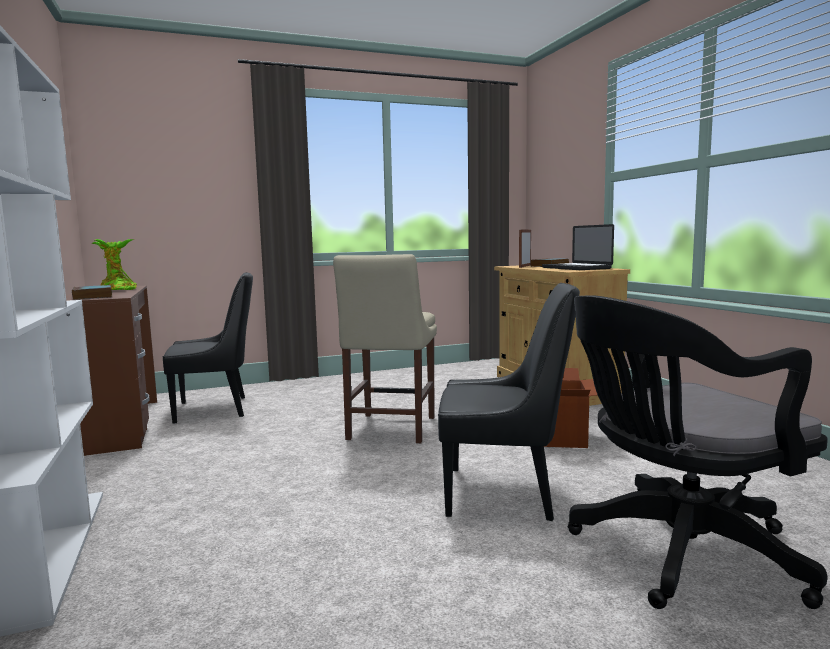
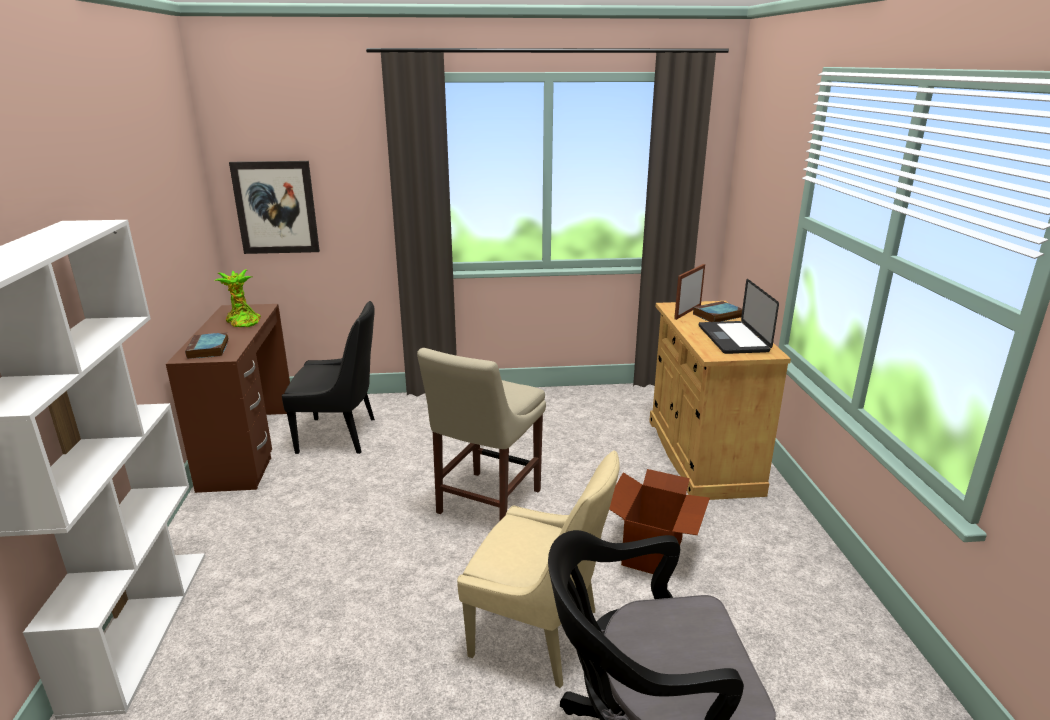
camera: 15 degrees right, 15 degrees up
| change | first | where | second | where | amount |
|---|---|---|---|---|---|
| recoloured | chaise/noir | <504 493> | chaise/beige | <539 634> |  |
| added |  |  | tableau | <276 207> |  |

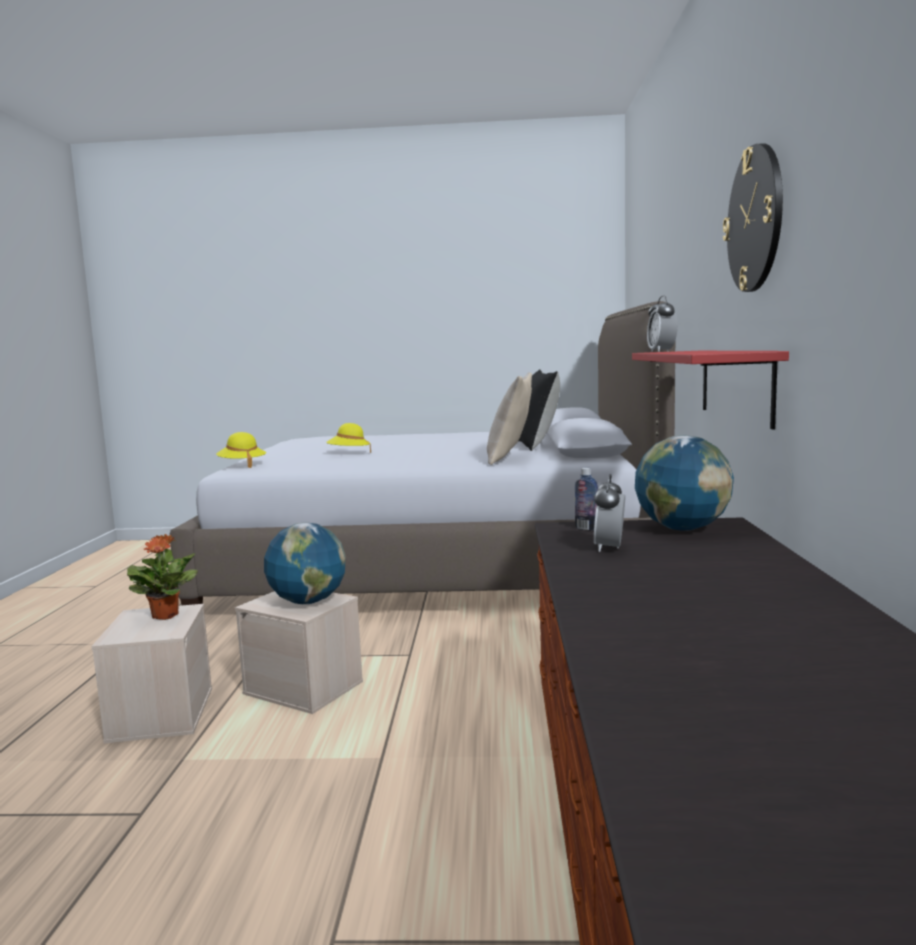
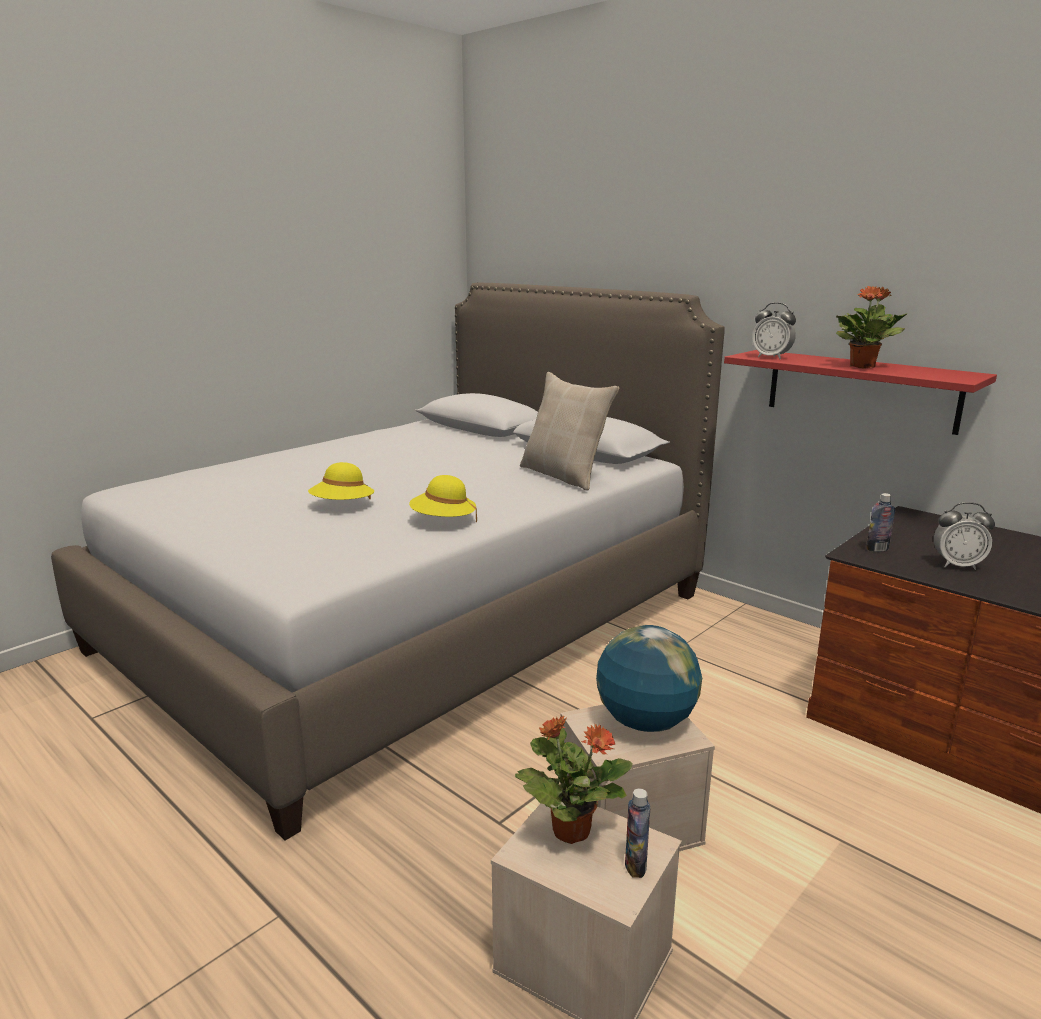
camera: 50 degrees left, 10 degrees up
| change | first | where | second | where | amount |
|---|---|---|---|---|---|
| moved | chapeau/jaune | <242 465> |  | <443 521> |  |
| removed | coussin/noir | <536 445> |  |  |  |
| turned | réveil | <609 548> |  | <957 565> | 45 degrees counterclockwise |
| removed | globe | <682 528> |  |  |  |
| removed | horloge murale | <755 219> |  |  |  |
| added |  |  | bouteille | <635 865> |  |
| added |  |  | plante en pot | <863 366> |  |

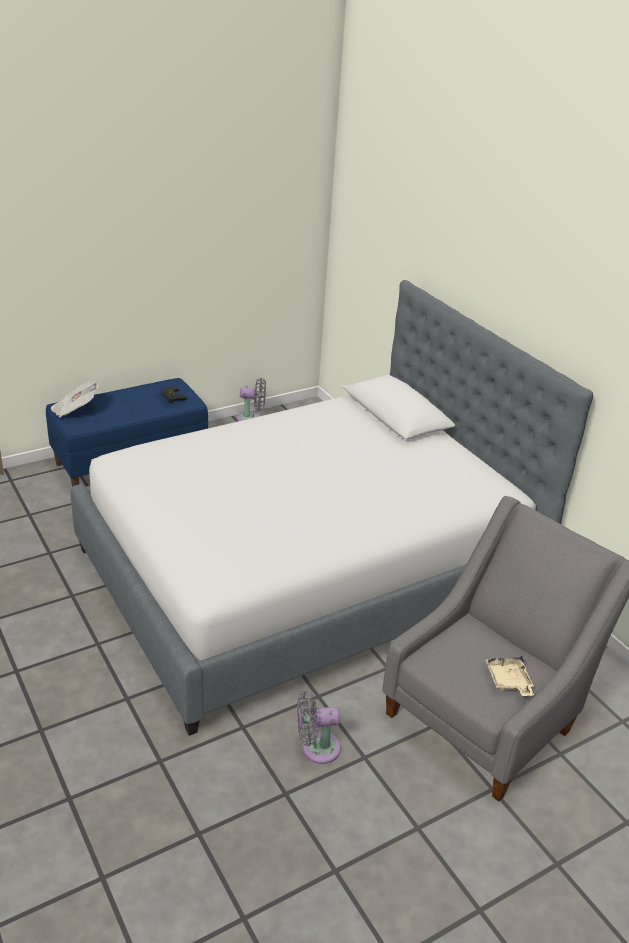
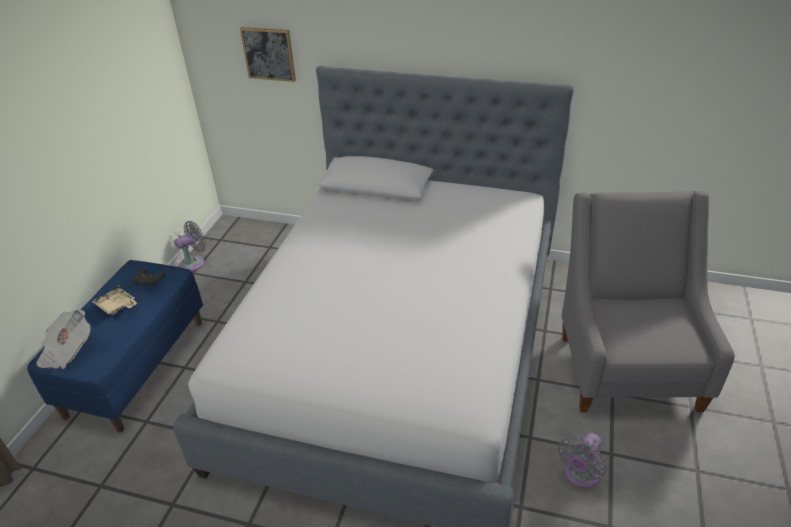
camera: 40 degrees left, 5 degrees up
| change | first | where | second | where | amount |
|---|---|---|---|---|---|
| moved | plateau/beige | <508 681> |  | <117 306> |  |
| added |  |  | tableau | <269 54> |  |

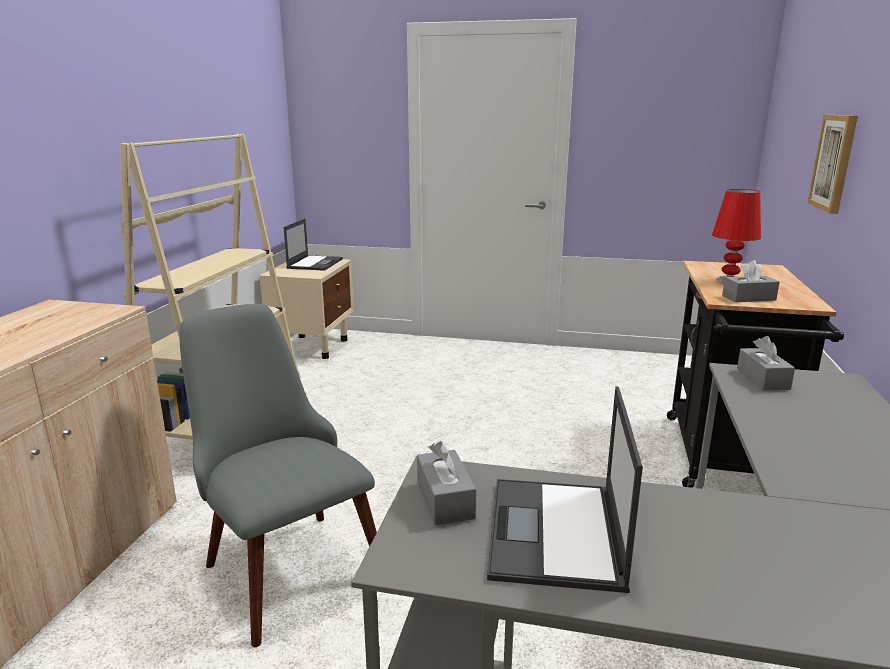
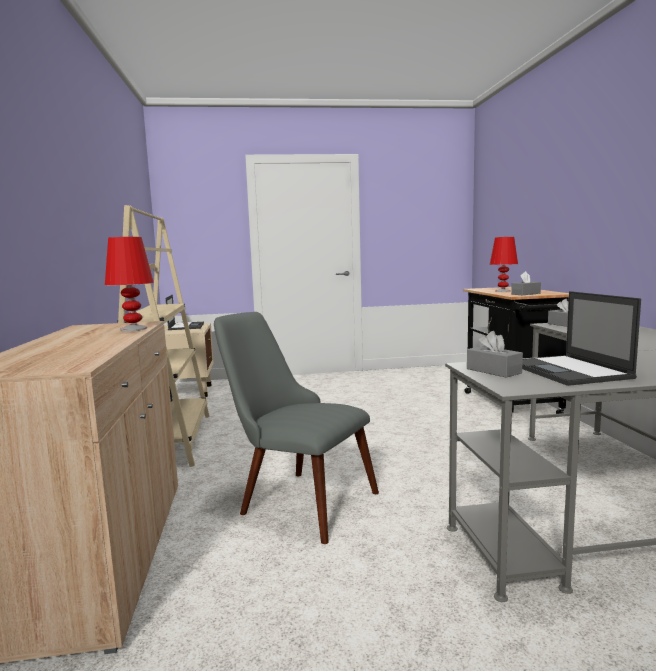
camera: 20 degrees left, 10 degrees down
| change | first | where | second | where | amount |
|---|---|---|---|---|---|
| removed | tableau | <834 162> |  |  |  |
| added |  |  | lampe de table/rouge | <134 329> |  |

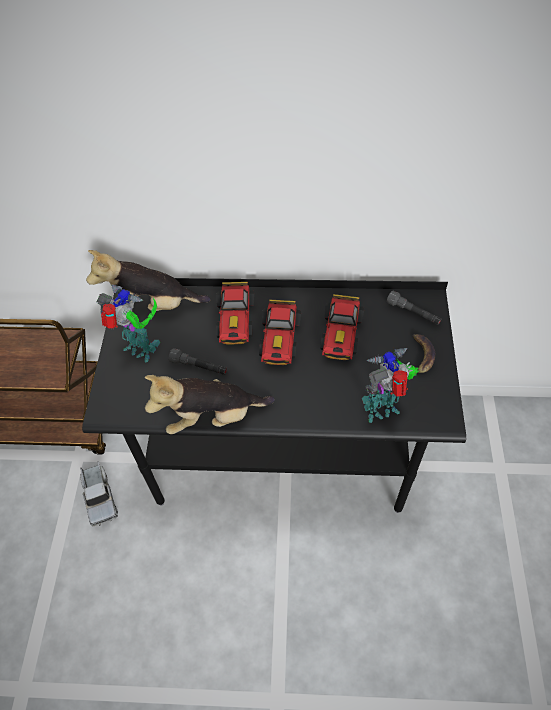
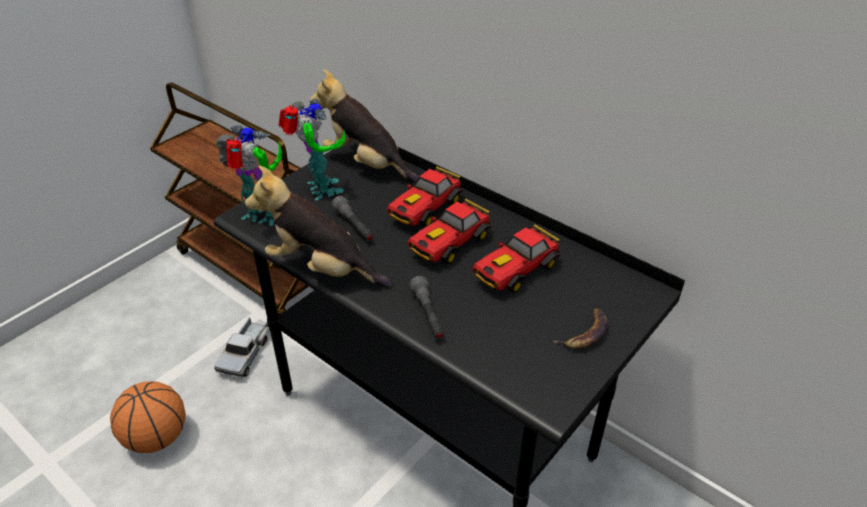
camera: 35 degrees right, 15 degrees down
| change | first | where | second | where | amount |
|---|---|---|---|---|---|
| moved | robot jouet | <382 409> |  | <262 217> |  |
| moved | lampe de poche/gris | <413 313> |  | <428 315> |  |
| added |  |  | ballon de basket | <157 437> |  |

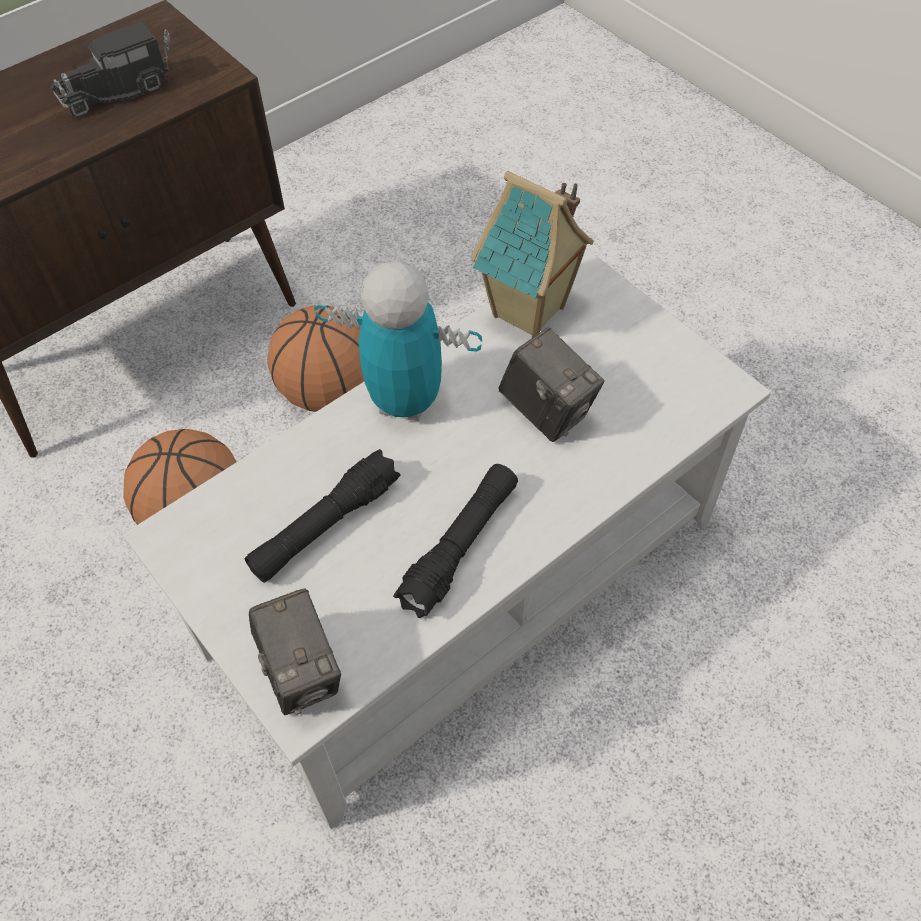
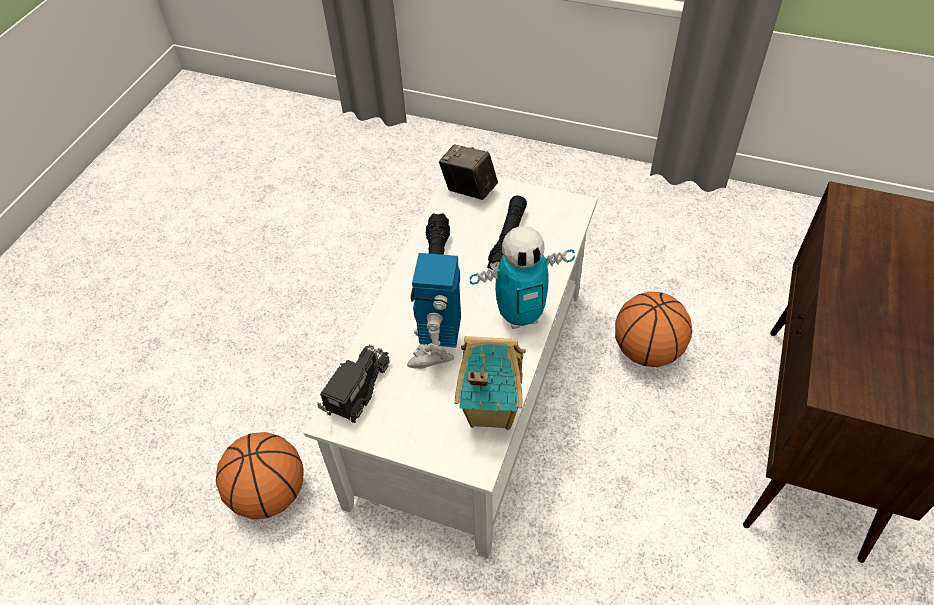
camera: 150 degrees right, 5 degrees down
| change | first | where | second | where | amount |
|---|---|---|---|---|---|
| moved | camion jouet | <120 90> |  | <356 392> |  |
| moved | ballon de basket | <328 392> |  | <269 494> |  |
| replaced | appareil photo | <547 411> | robot jouet | <436 350> |  |

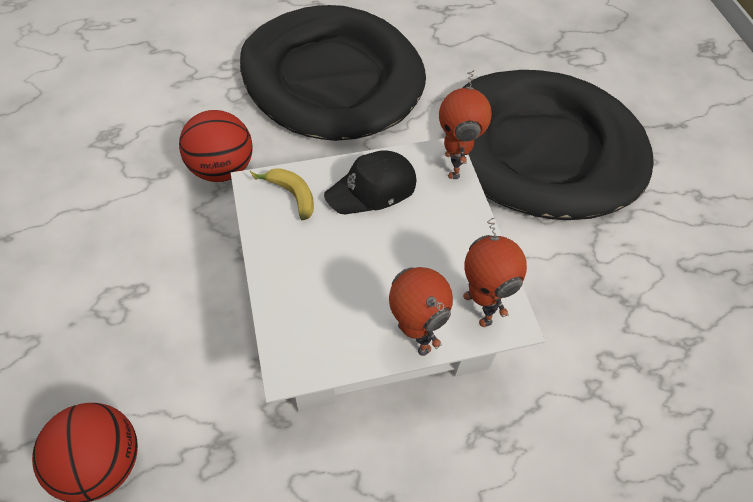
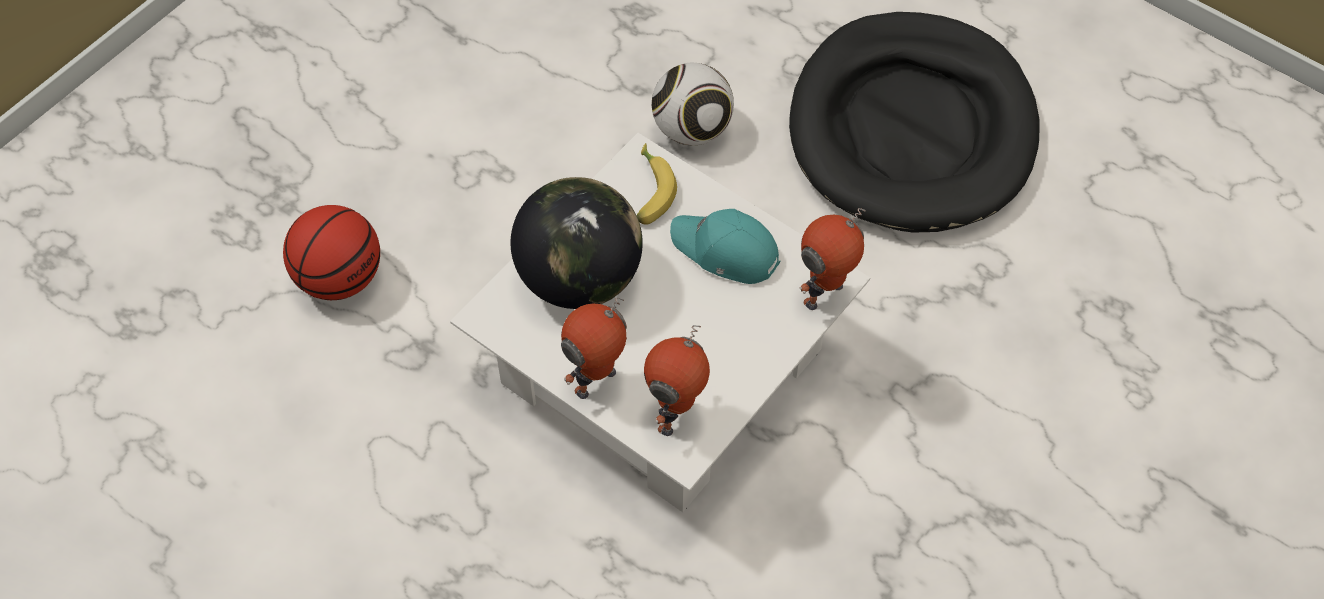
camera: 55 degrees right, 0 degrees up
| change | first | where | second | where | amount |
|---|---|---|---|---|---|
| replaced | ballon de basket | <222 168> | ballon de foot | <692 129> |  |
| recoloured | casquette/noir | <373 190> | casquette/turquoise | <725 251> |  |
| turned | robot jouet | <412 338> |  | <597 383> | 150 degrees counterclockwise |
| removed | panier pour chien/noir | <543 150> |  |  |  |
| added |  |  | globe | <579 278> |  |

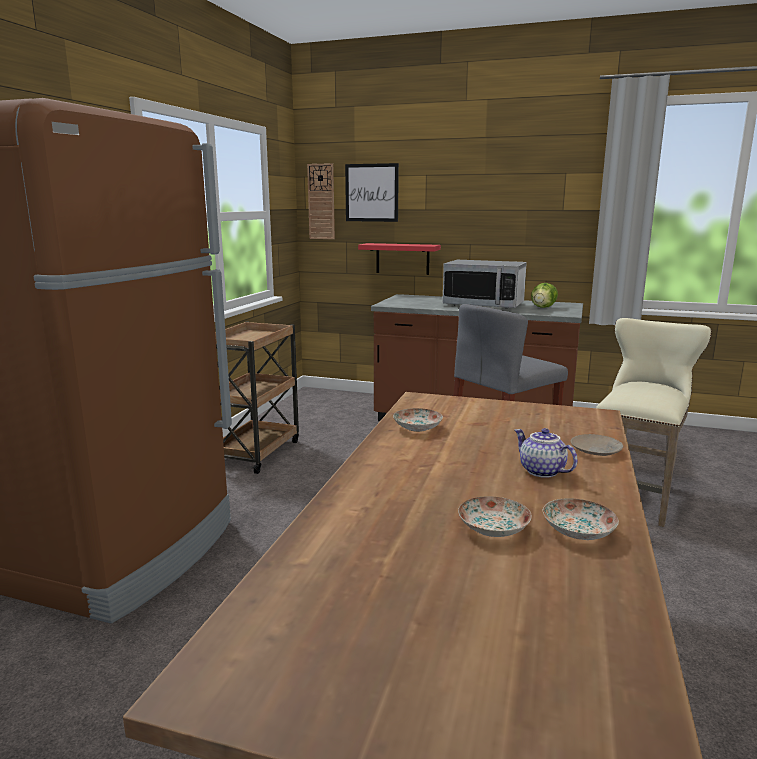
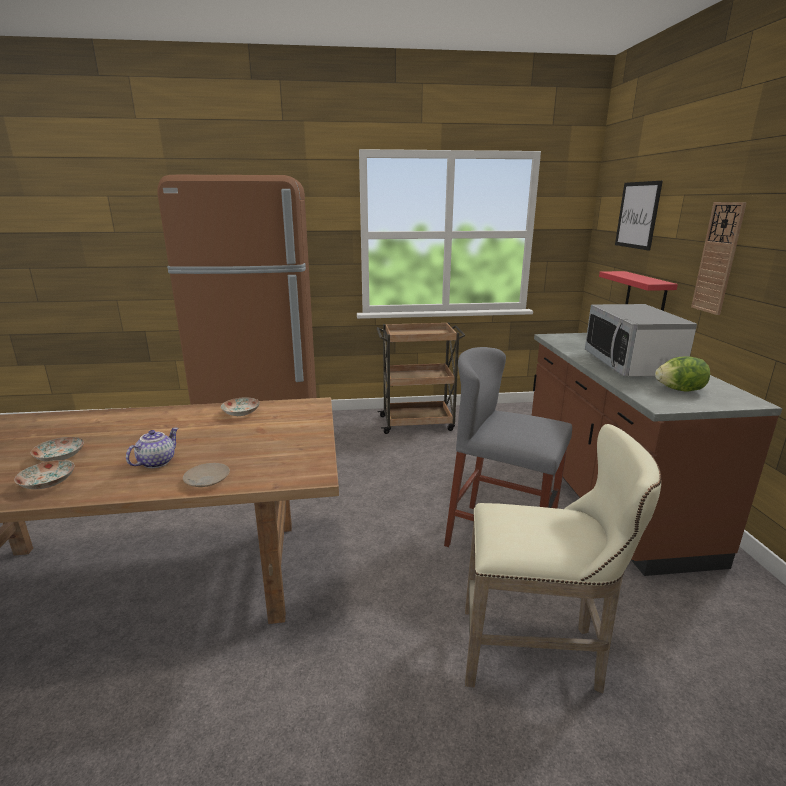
camera: 65 degrees right, 5 degrees up
| change | first | where | second | where | amount |
|---|---|---|---|---|---|
| moved | horloge murale | <321 202> |  | <718 258> |  |

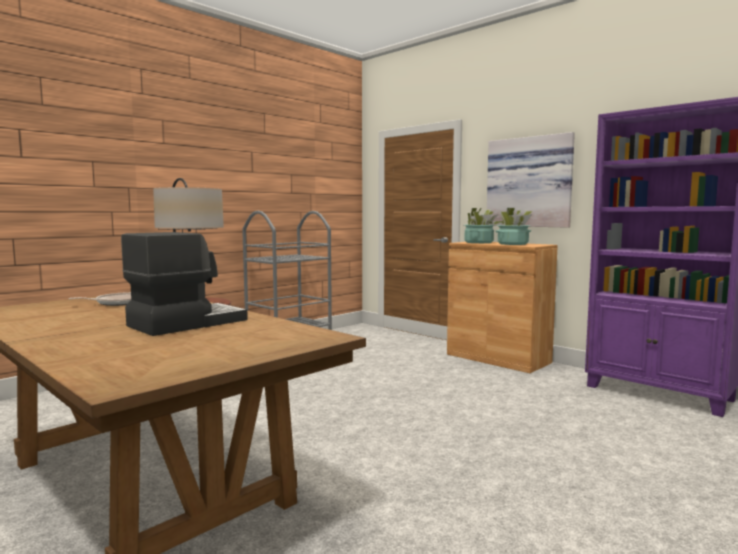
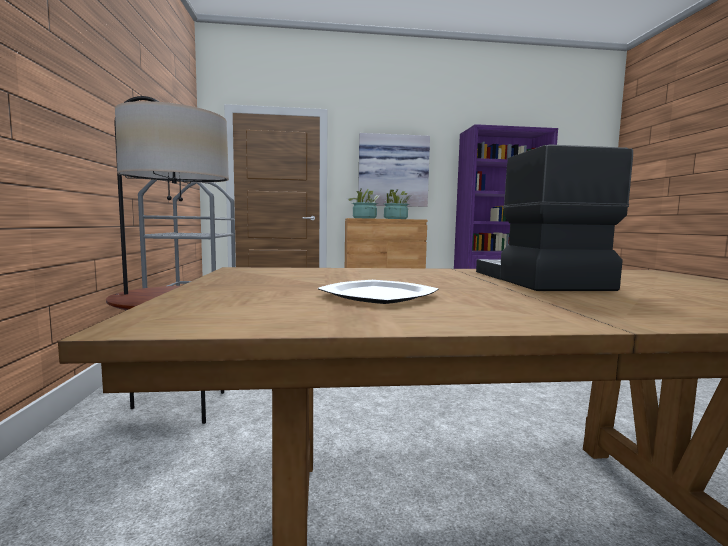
camera: 50 degrees left, 0 degrees up
| change | first | where | second | where | amount |
|---|---|---|---|---|---|
| removed | poêle | <118 303> |  |  |  |
| added |  |  | assiette | <377 295> |  |

